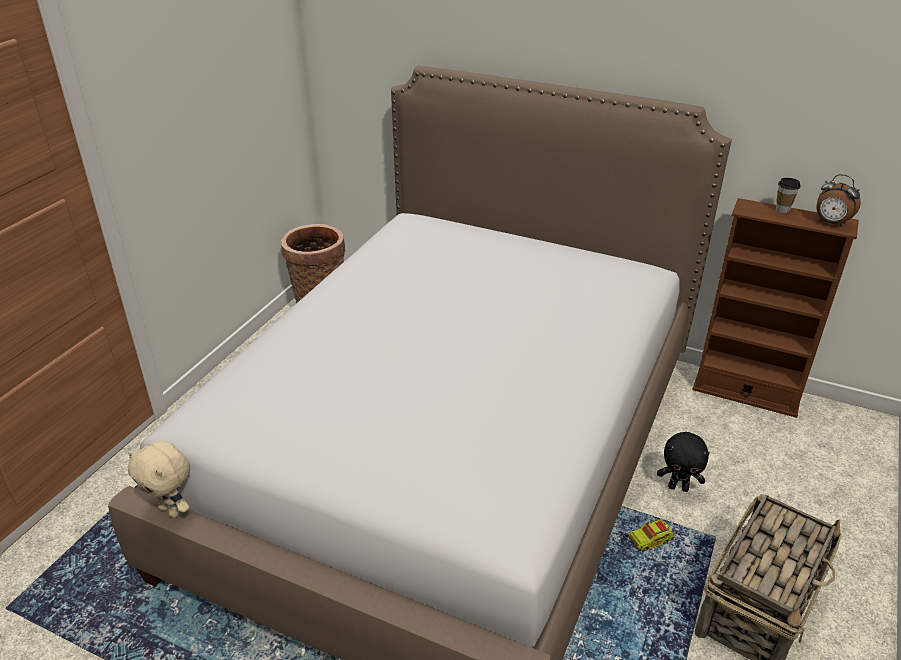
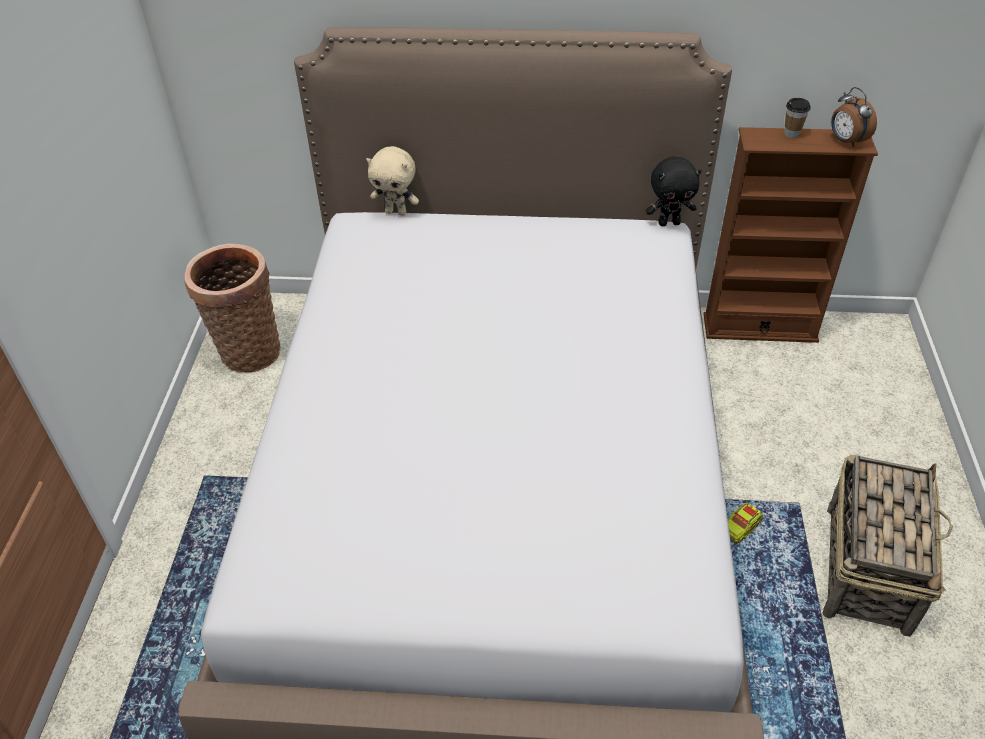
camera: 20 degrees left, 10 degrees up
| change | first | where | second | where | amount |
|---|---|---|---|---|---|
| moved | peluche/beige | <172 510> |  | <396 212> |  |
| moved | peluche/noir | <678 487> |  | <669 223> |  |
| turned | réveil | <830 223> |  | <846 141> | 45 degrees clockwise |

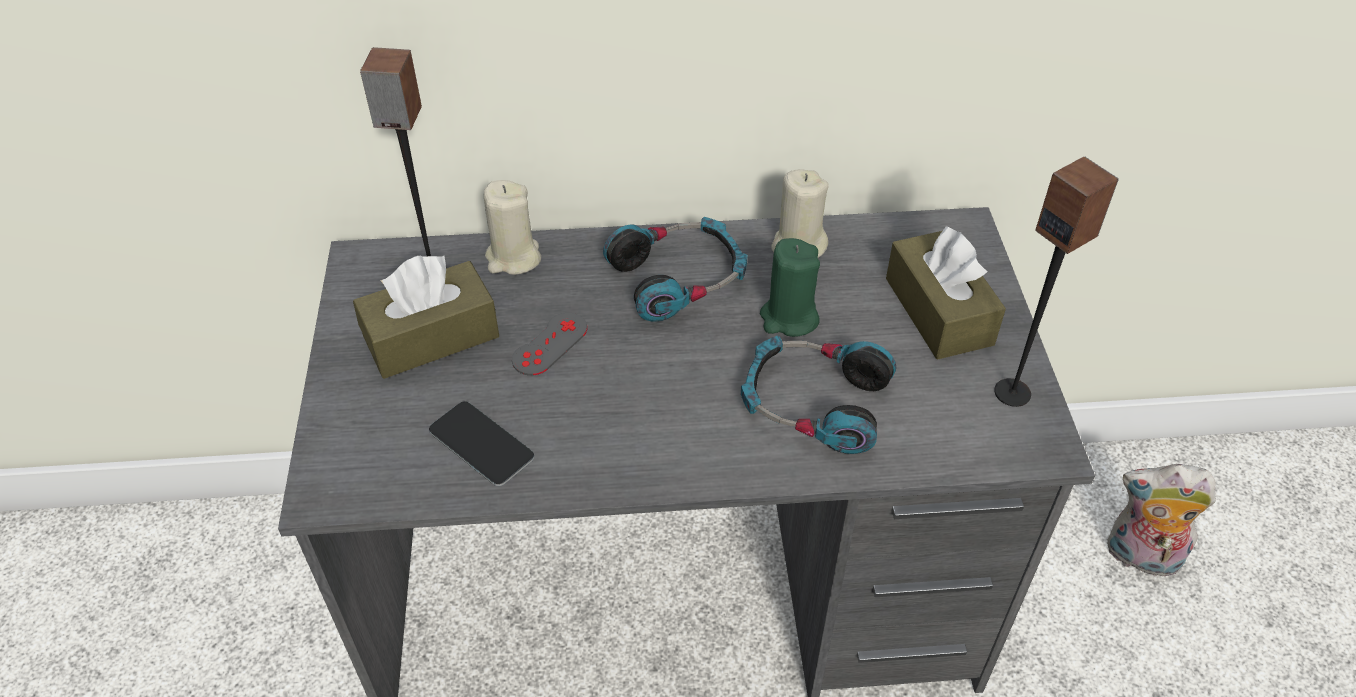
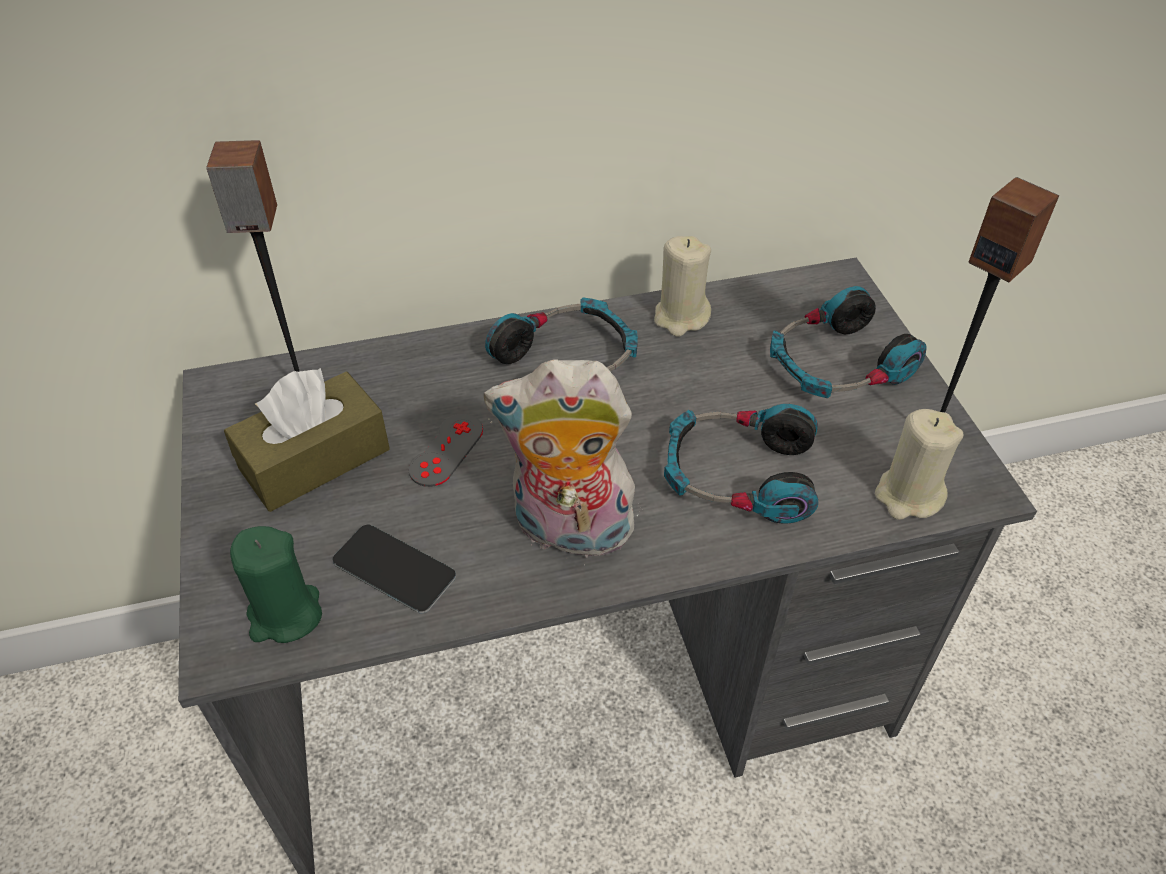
camera: 10 degrees left, 0 degrees up
| change | first | where | second | where | amount |
|---|---|---|---|---|---|
| moved | bougie/beige | <513 258> |  | <908 495> |  |
| moved | bougie/vert | <789 318> |  | <285 615> |  |
| replaced | boîte à mouchoirs/marron | <938 311> | casque audio | <837 365> |  |
| moved | peluche | <1140 557> |  | <569 532> |  |

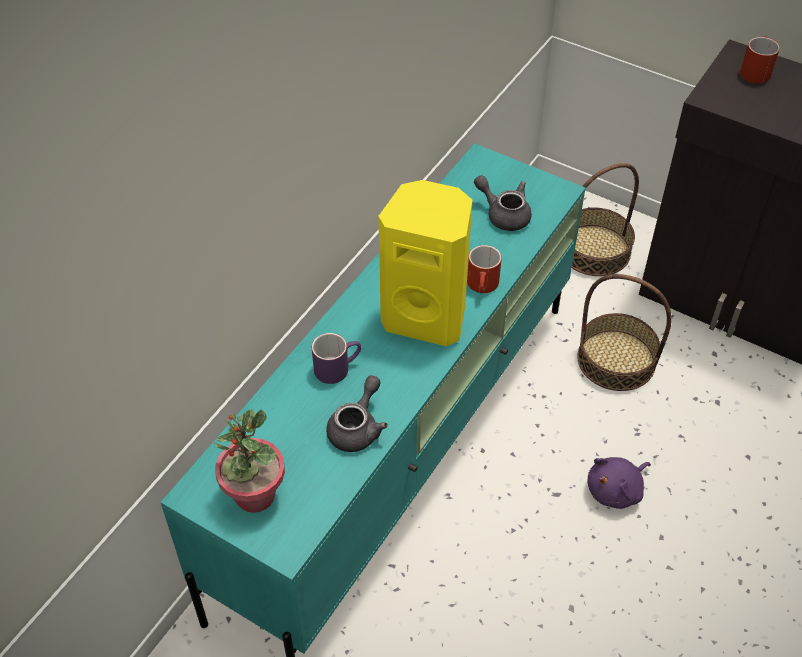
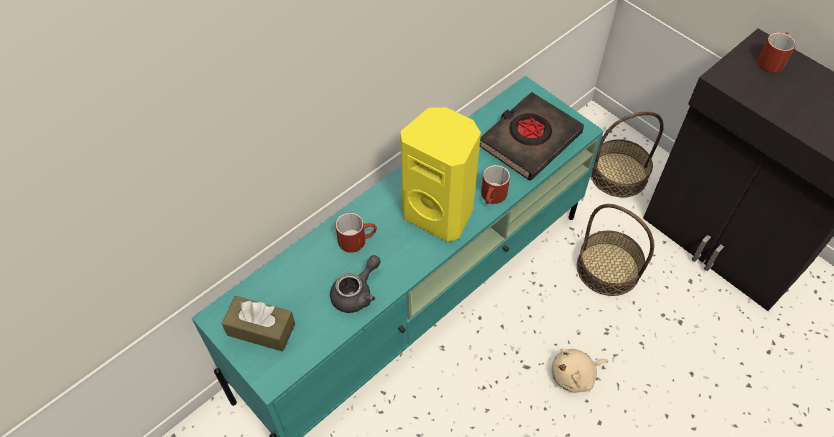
camera: 15 degrees right, 5 degrees up
| change | first | where | second | where | amount |
|---|---|---|---|---|---|
| replaced | plante en pot | <254 495> | boîte à mouchoirs/marron | <261 329> |  |
| recoloured | mug/violet | <337 367> | mug/rouge | <357 239> |  |
| replaced | théière/gris | <504 214> | livre/noir | <529 140> |  |
| recoloured | peluche/violet | <616 490> | peluche/beige | <575 375> |  |

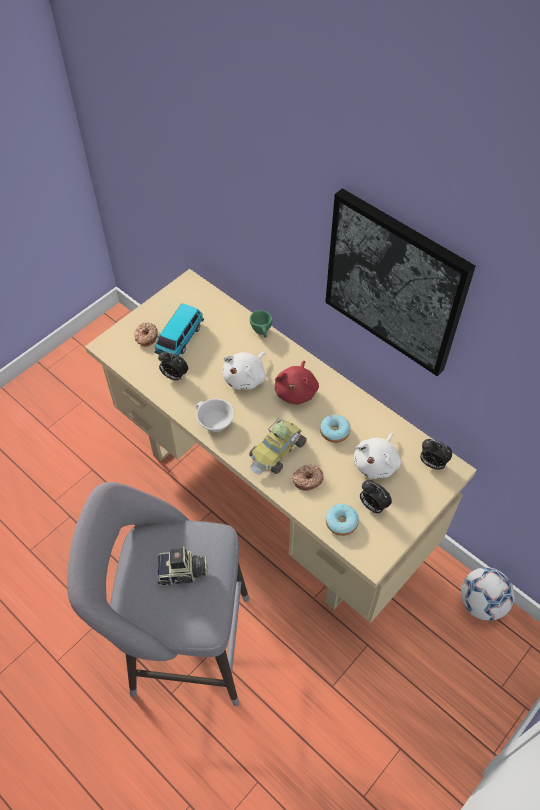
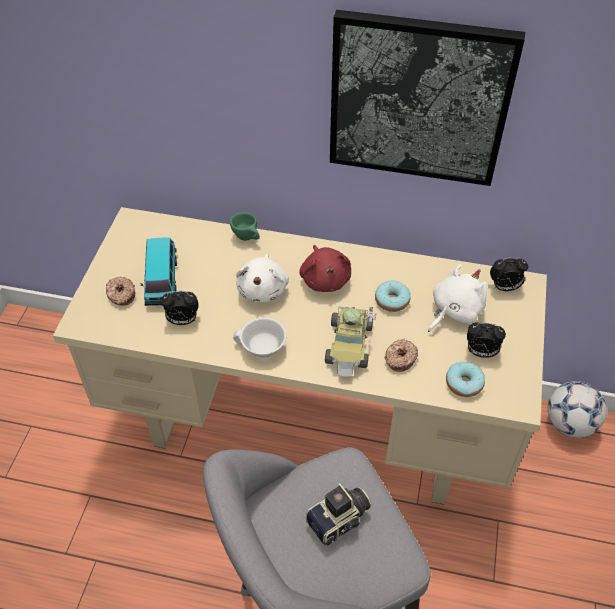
camera: 30 degrees left, 5 degrees down
| change | first | where | second | where | amount |
|---|---|---|---|---|---|
| turned | peluche/blanc | <376 463> |  | <454 311> | 135 degrees counterclockwise |

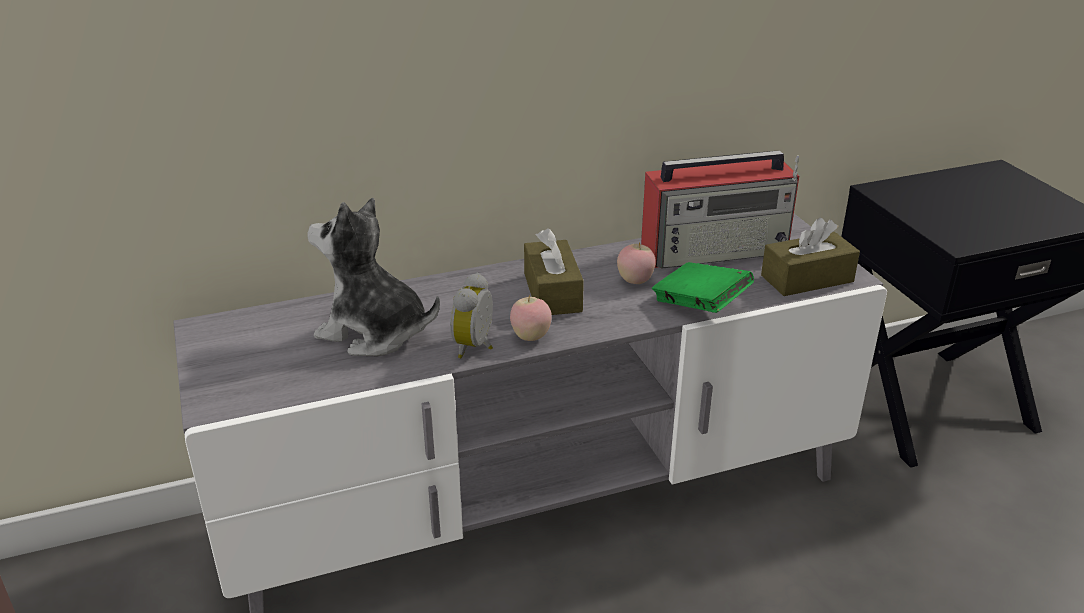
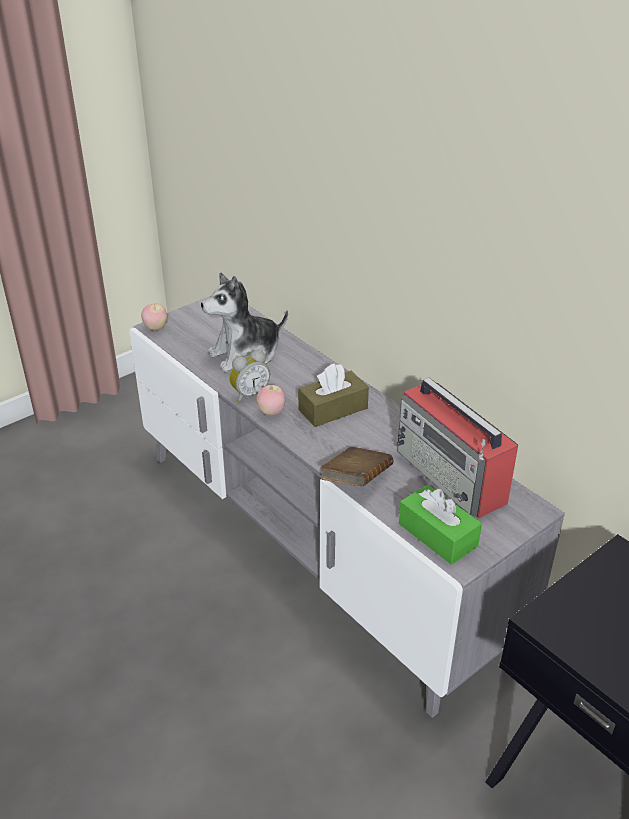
camera: 70 degrees right, 5 degrees up
| change | first | where | second | where | amount |
|---|---|---|---|---|---|
| turned | peluche | <374 332> |  | <246 354> | 120 degrees counterclockwise |
| turned | réveil | <476 347> |  | <249 394> | 150 degrees clockwise |
| moved | pomme | <635 281> |  | <155 328> |  |
| recoloured | livre/vert | <700 306> | livre/marron | <356 480> |  |
| recoloured | boîte à mouchoirs/marron | <807 279> | boîte à mouchoirs/vert | <437 535> |  |

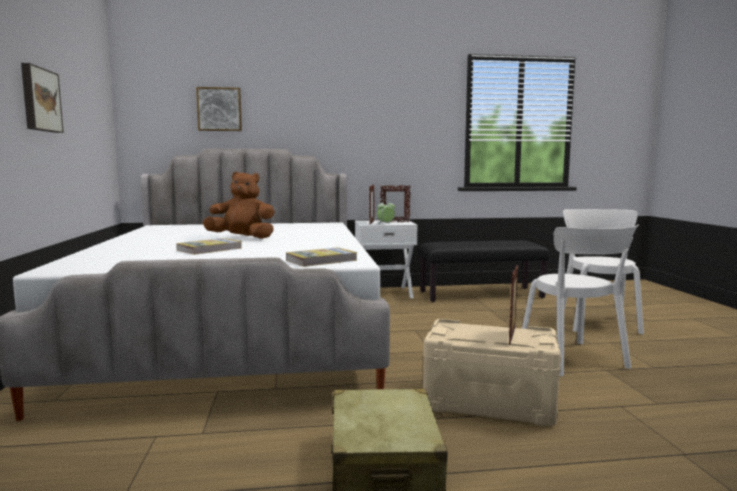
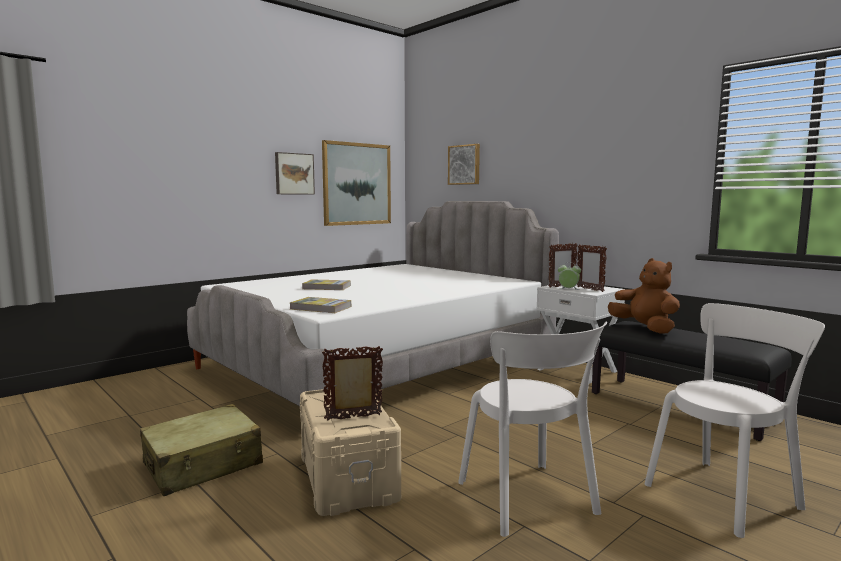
camera: 55 degrees right, 0 degrees up
| change | first | where | second | where | amount |
|---|---|---|---|---|---|
| moved | peluche/marron | <242 238> |  | <645 328> |  |
| turned | chaise/blanc | <574 360> |  | <529 500> | 60 degrees counterclockwise |
| added |  |  | tableau | <357 184> |  |

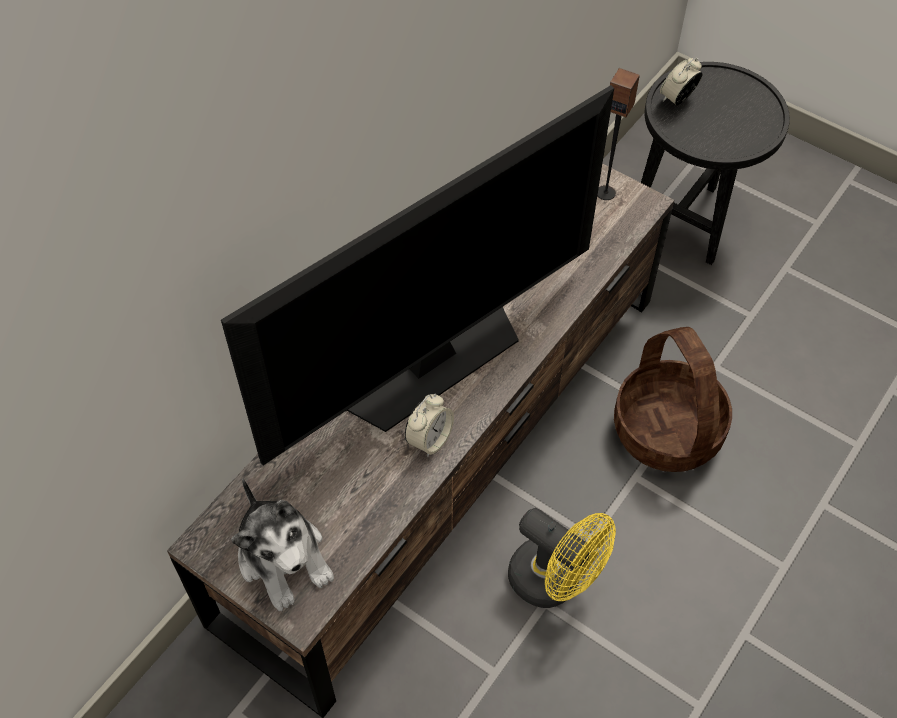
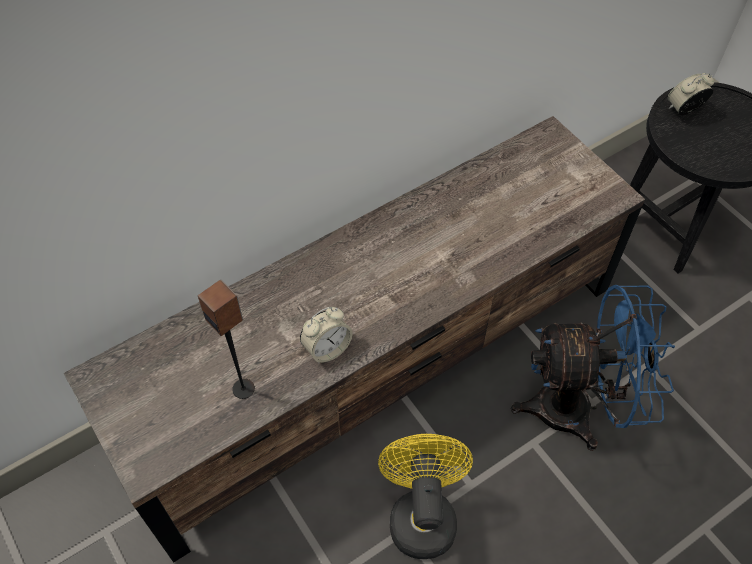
camera: 20 degrees right, 0 degrees up
| change | first | where | second | where | amount |
|---|---|---|---|---|---|
| removed | téléviseur | <431 361> |  |  |  |
| removed | peluche | <284 557> |  |  |  |
| turned | ventilateur/jaune | <554 582> |  | <421 513> | 150 degrees counterclockwise |
| moved | enceinte | <606 192> |  | <244 388> |  |
| replaced | panier | <666 429> | ventilateur/bleu | <578 408> |  |

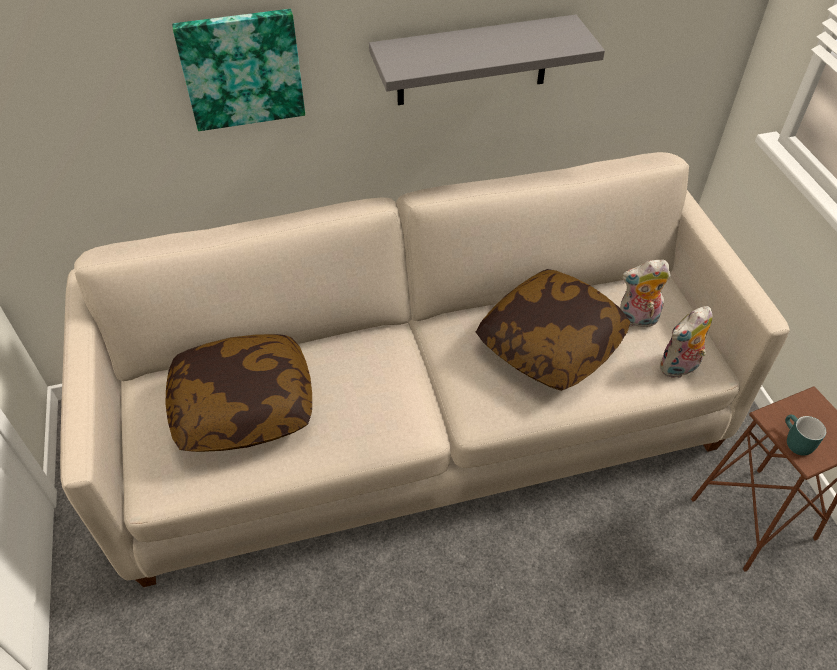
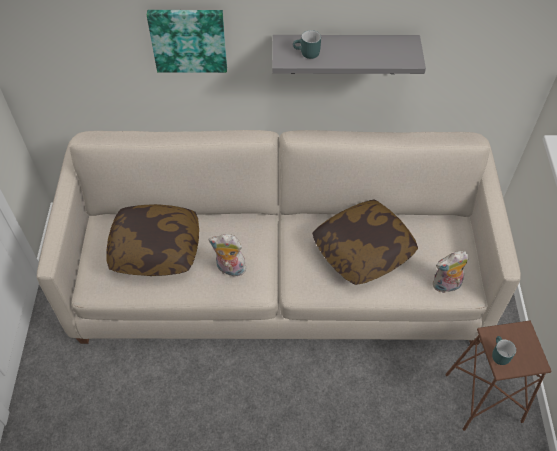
camera: 15 degrees right, 5 degrees up
| change | first | where | second | where | amount |
|---|---|---|---|---|---|
| moved | peluche | <636 320> |  | <229 269> |  |
| added |  |  | mug/turquoise | <307 54> |  |

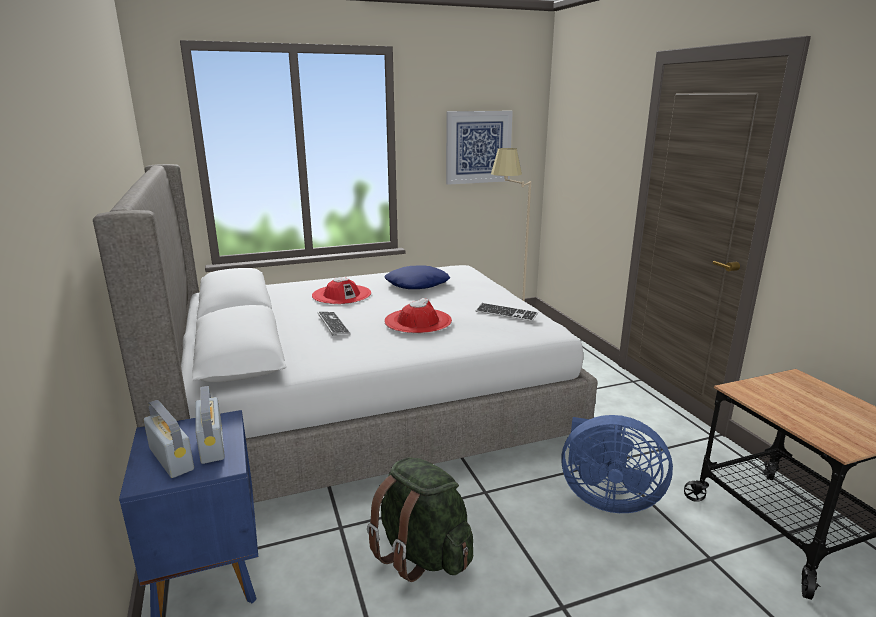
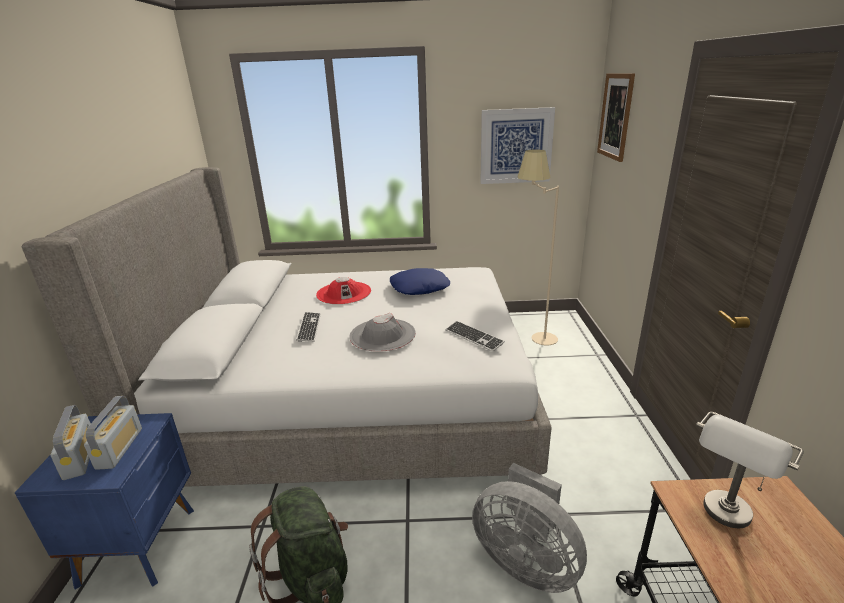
camera: 20 degrees right, 5 degrees up
| change | first | where | second | where | amount |
|---|---|---|---|---|---|
| recoloured | chapeau/rouge | <418 321> | chapeau/gris | <382 335> |  |
| recoloured | ventilateur/bleu | <606 498> | ventilateur/gris | <525 561> |  |
| added |  |  | tableau | <615 116> |  |
| added |  |  | lampe de table/gris | <723 520> |  |

